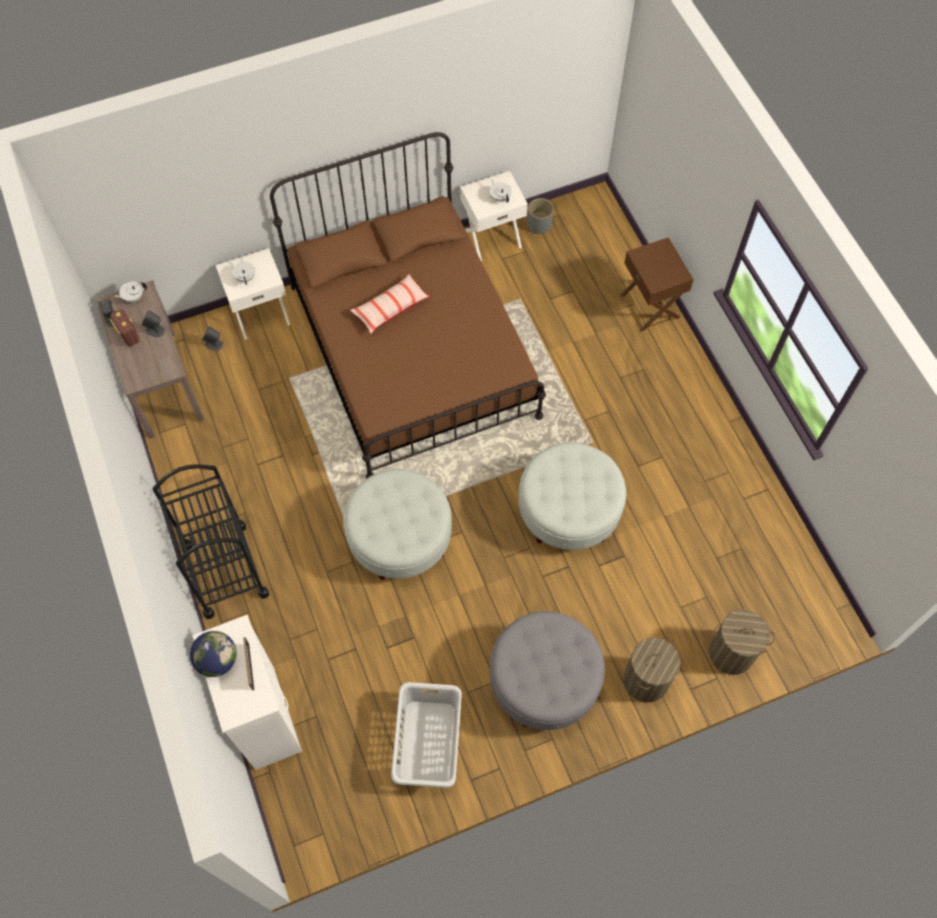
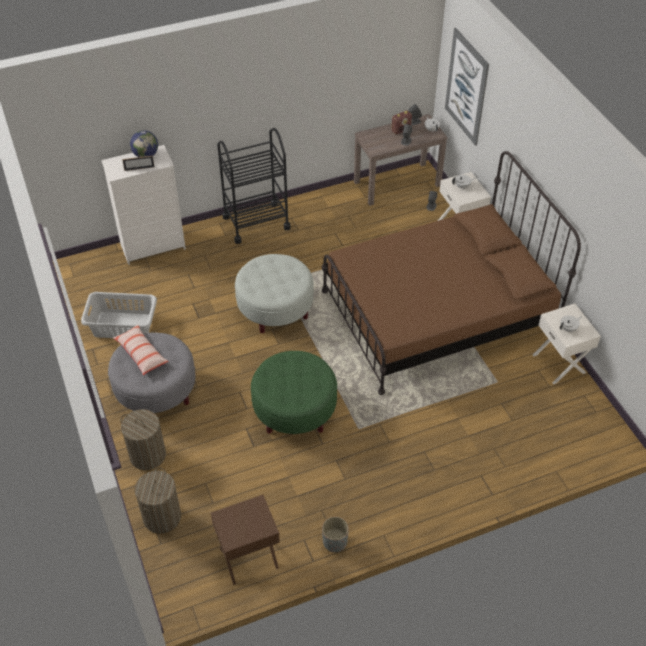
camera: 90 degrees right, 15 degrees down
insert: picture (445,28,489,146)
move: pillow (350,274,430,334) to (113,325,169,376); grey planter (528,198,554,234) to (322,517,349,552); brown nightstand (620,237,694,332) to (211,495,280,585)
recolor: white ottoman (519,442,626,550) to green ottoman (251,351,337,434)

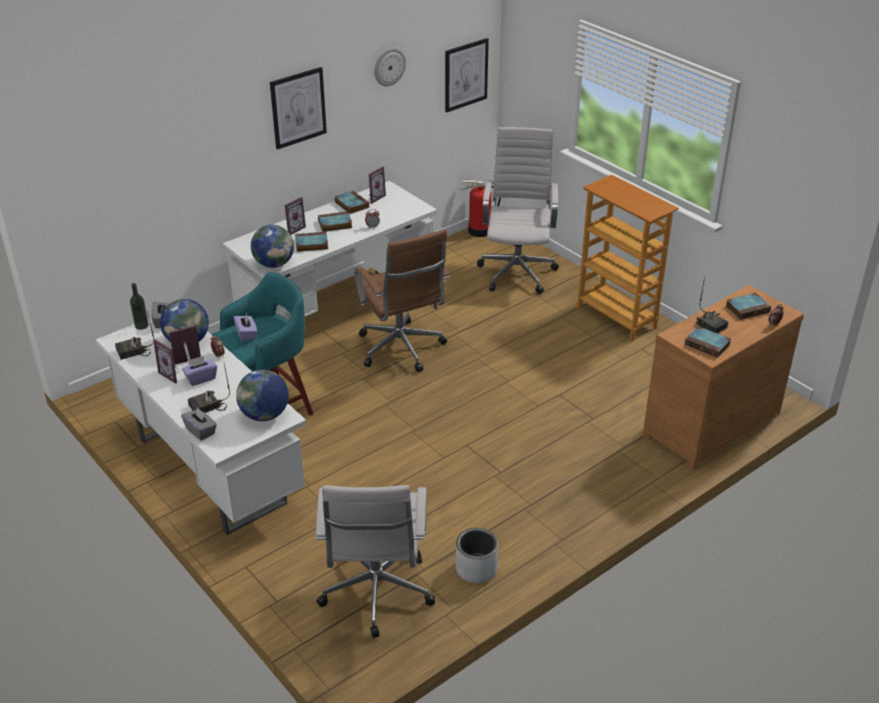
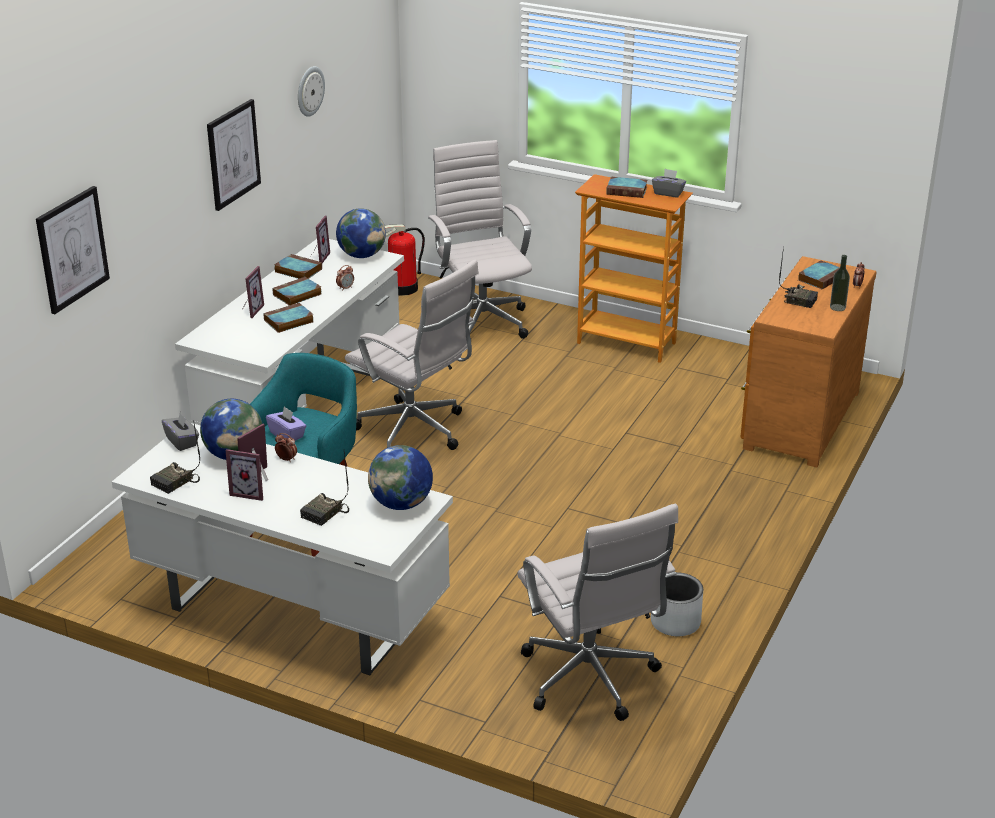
camera: 25 degrees left, 5 degrees down
delete: purple tissue box (182,356,217,386)
move: bottle (130,283,149,330) to (830,255,850,311); grey tissue box (181,407,217,441) to (652,169,686,198); globe (251,225,294,268) to (336,208,386,258); picture (445,38,489,112) to (36,186,110,314); book (685,326,731,358) to (606,177,647,198)
recolor: brown office chair (353,229,450,372) to white office chair (345,259,479,450)

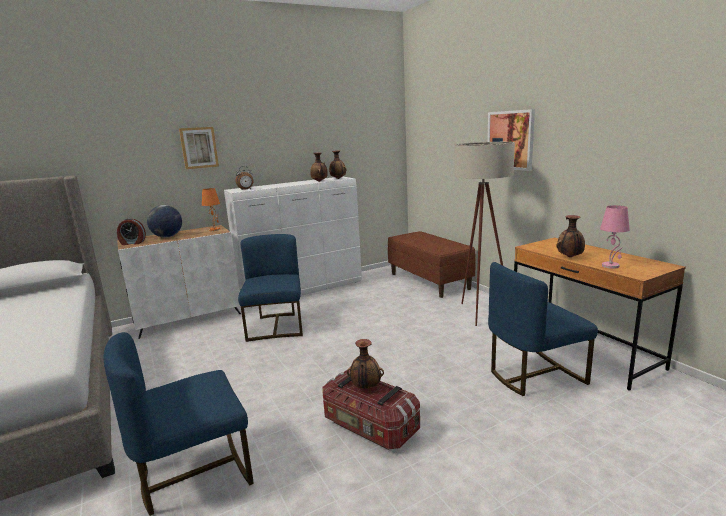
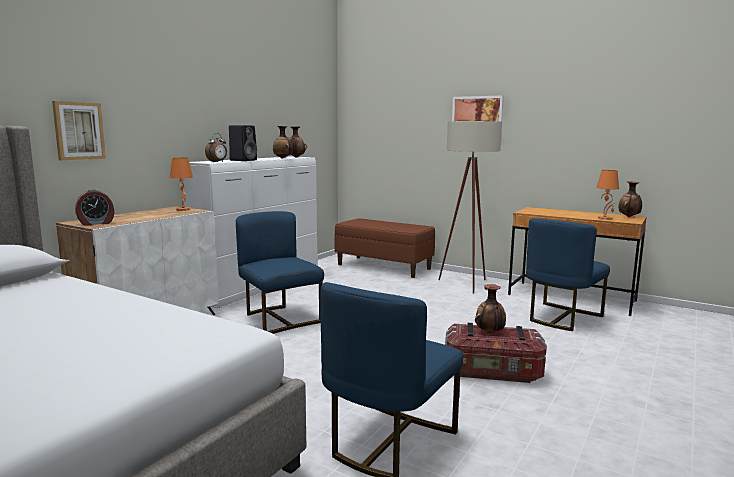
camera: 30 degrees left, 5 degrees down
delete: globe (147,205,182,238)
insert: black speaker (229,125,257,161)
move: picture (179,127,219,169) to (52,101,106,160); vase (556,215,585,257) to (619,181,642,217)
recolor: pink table lamp (600,205,630,269) to orange table lamp (597,170,619,220)

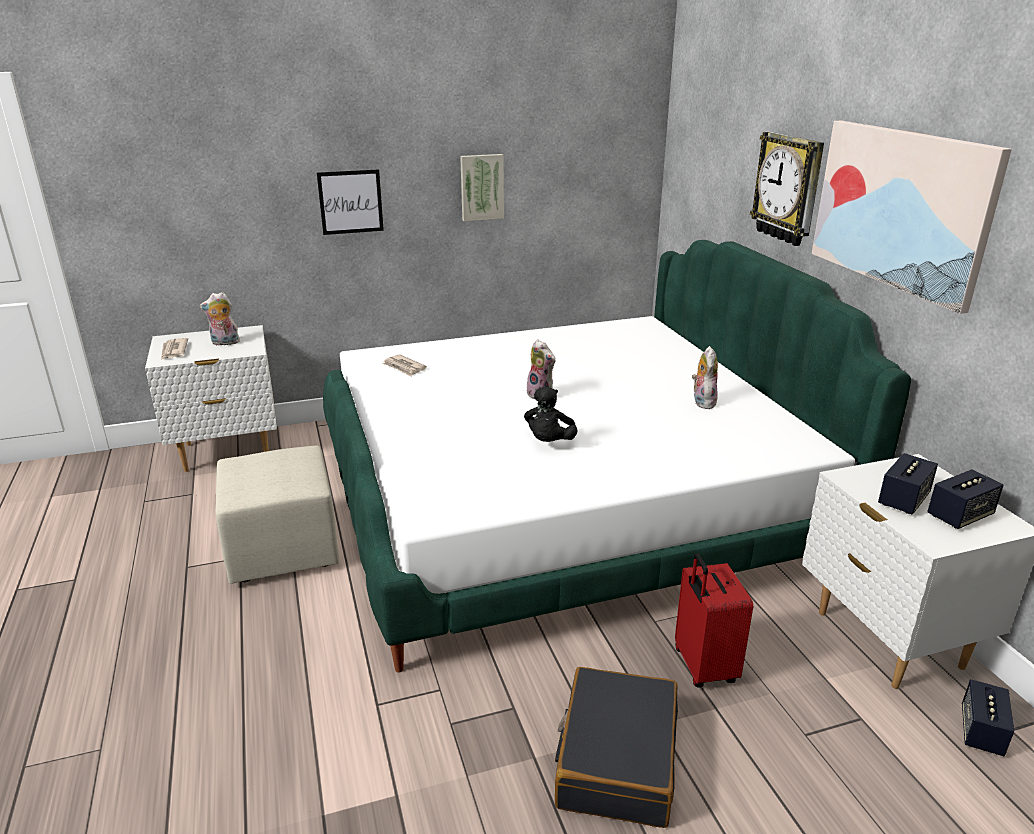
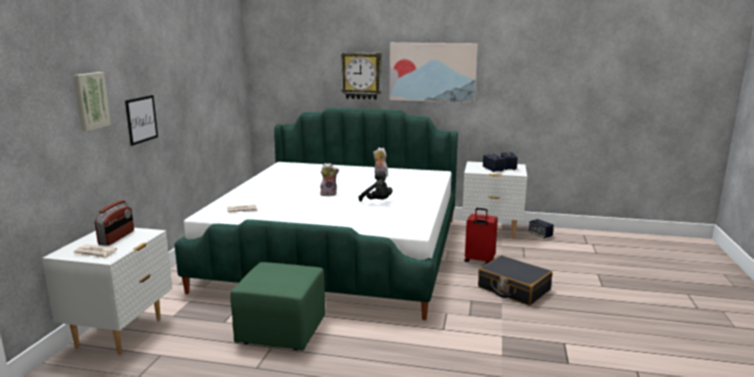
camera: 60 degrees left, 10 degrees down
move: picture (460,154,504,221) to (73,72,111,131)
replace: plush toy (200,292,241,346) to radio (95,200,134,246)
recolor: beige ottoman (215,446,340,584) to green ottoman (230,262,325,351)

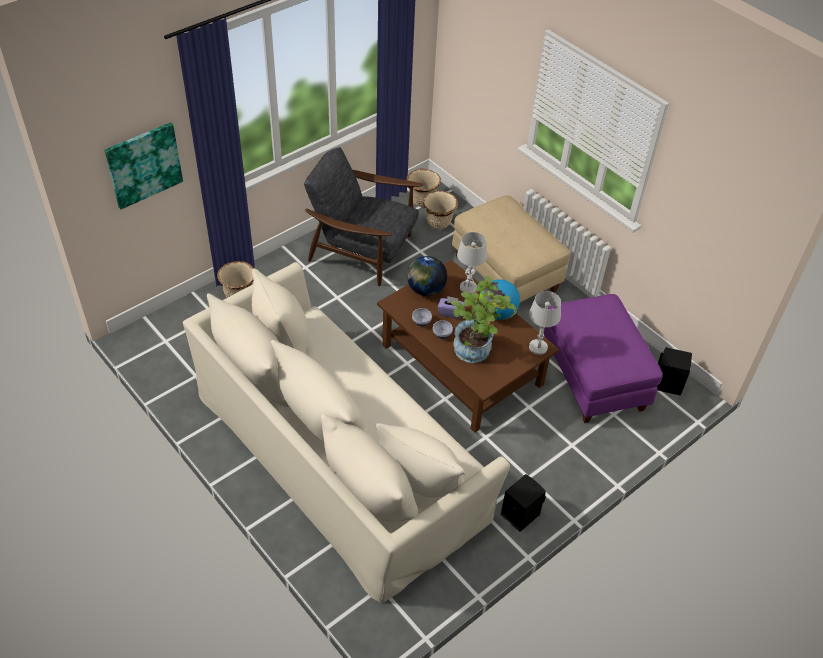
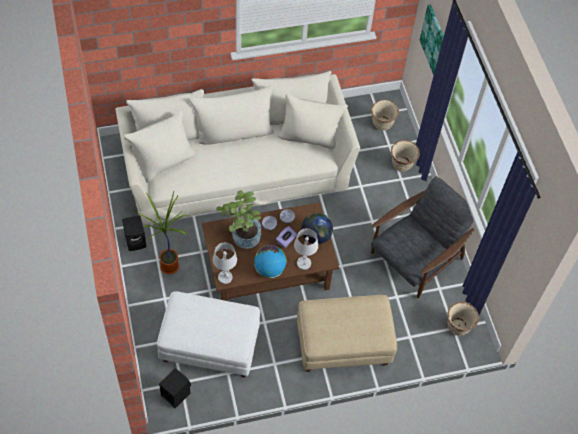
camera: 115 degrees right, 10 degrees up
insert: potted plant (135,192,188,274)
move: beige planter (423,191,458,229) to (371,100,399,131)
recolor: purple ottoman (544,294,663,423) to white ottoman (157,291,260,378)

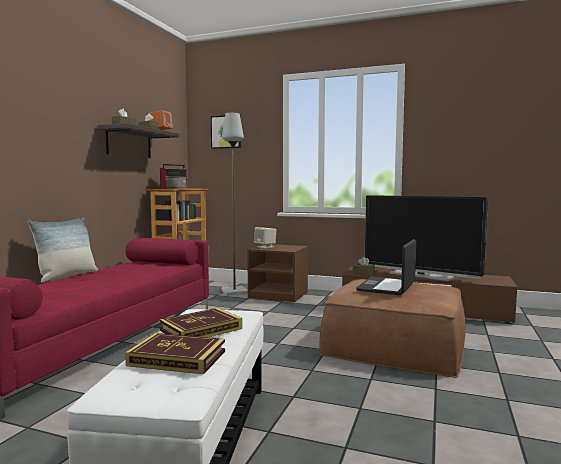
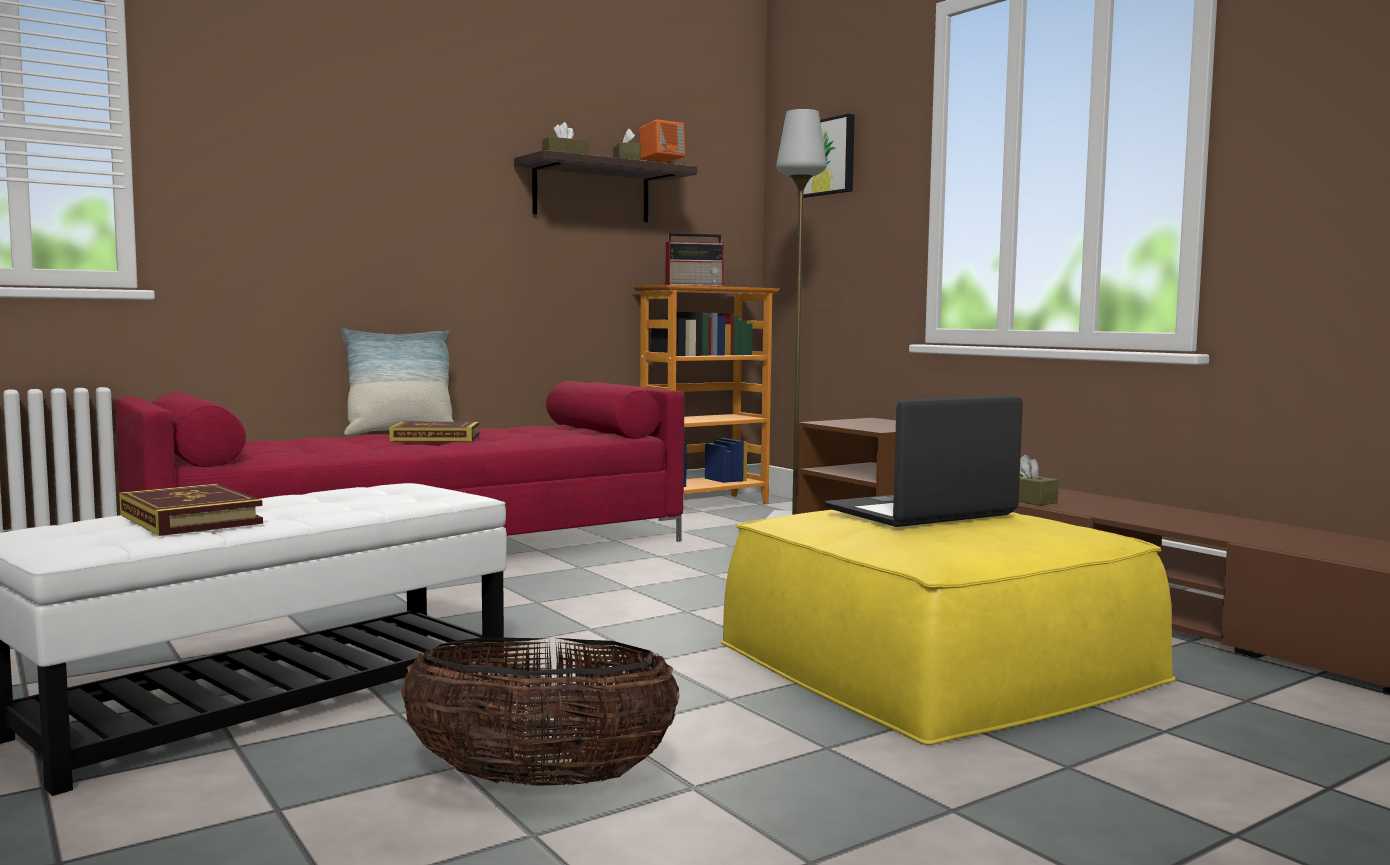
camera: 35 degrees right, 0 degrees up
delete: beige speaker (254,227,276,248); television (365,195,488,281)
insert: basket (400,637,680,786)
move: book (160,308,242,337) to (389,422,480,441)
recolor: brown ottoman (319,279,466,378) to yellow ottoman (721,510,1176,745)

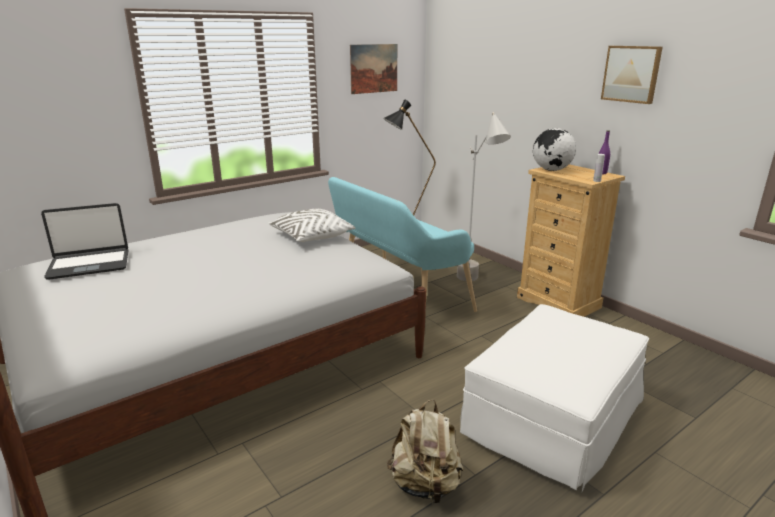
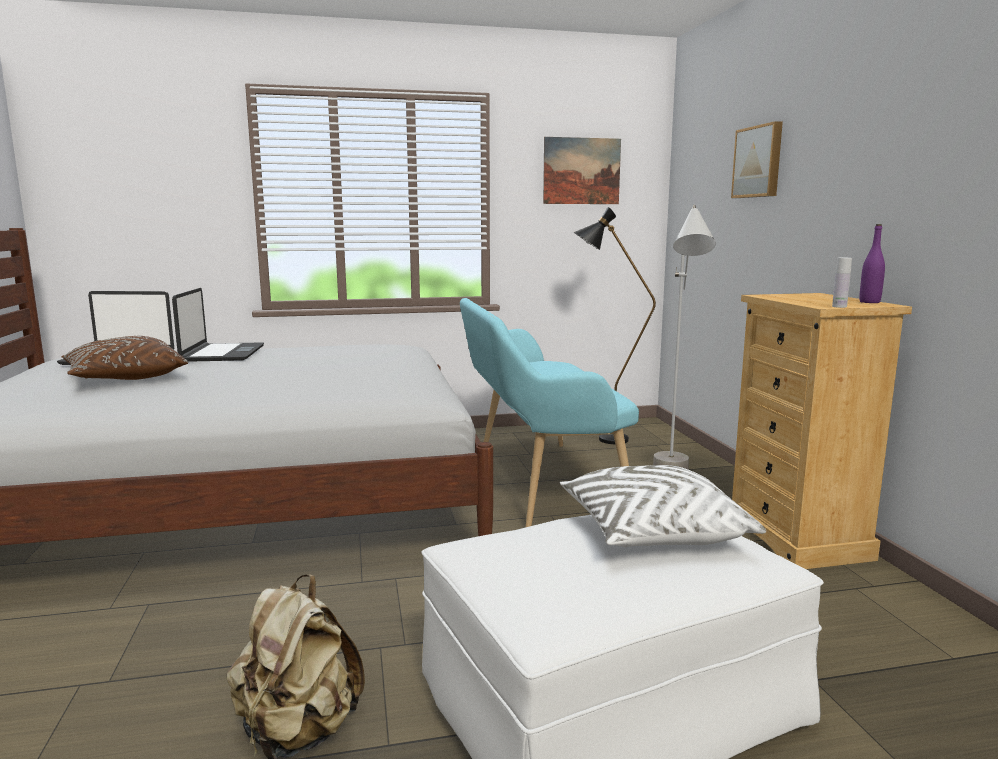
camera: 25 degrees right, 10 degrees down
delete: globe (533,128,576,171)
insert: brown pillow (61,336,188,380); laptop (172,288,264,362)
move: white pillow (268,209,355,242) to (560,465,766,547); picture (601,46,663,104) to (731,121,783,198)

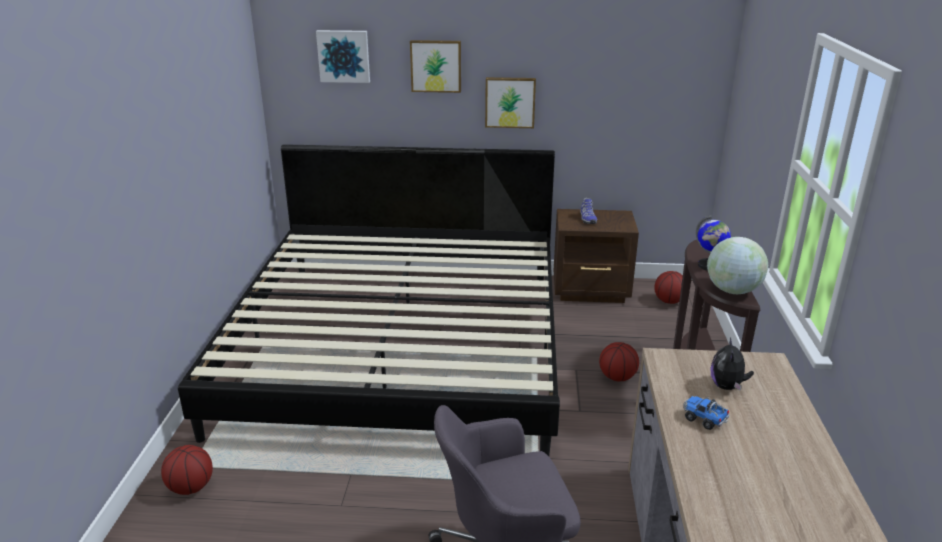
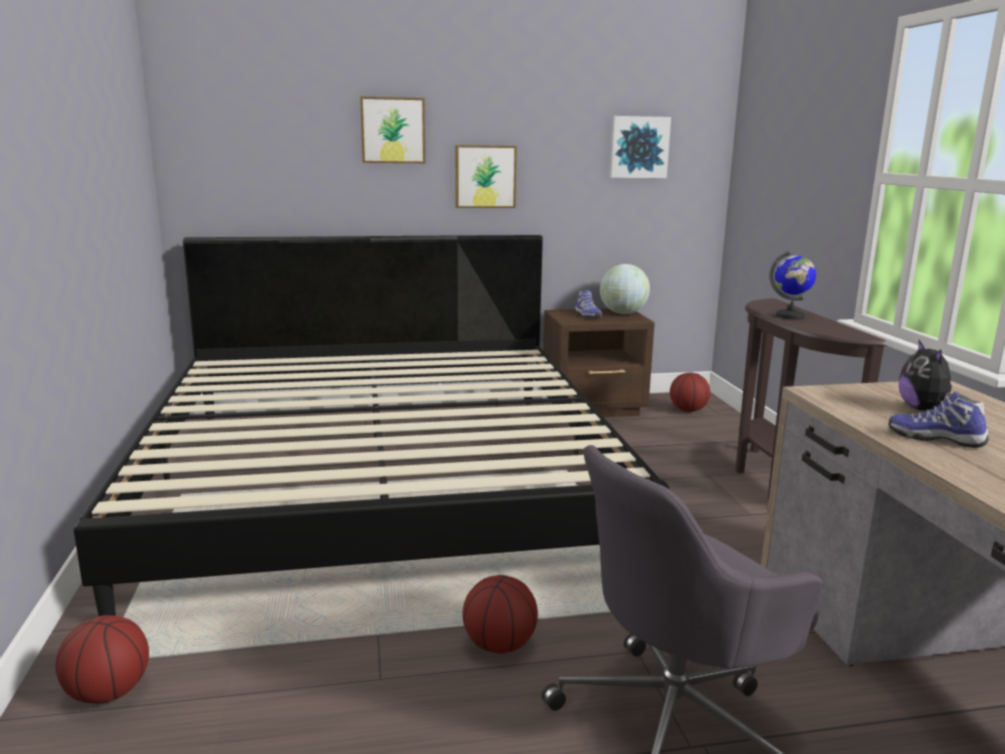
camera: 15 degrees left, 10 degrees down
move: picture (316,30,370,83) to (609,116,671,178); basketball (599,342,639,381) to (462,575,538,654); globe (707,237,768,294) to (600,264,650,314)
replace: toy truck (683,396,729,430) to shoe (888,392,989,448)

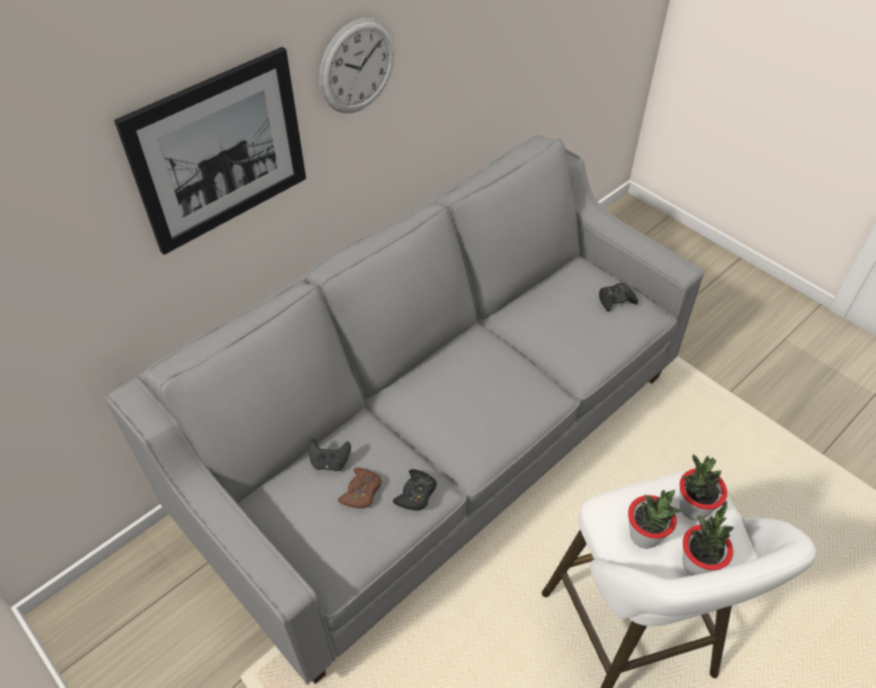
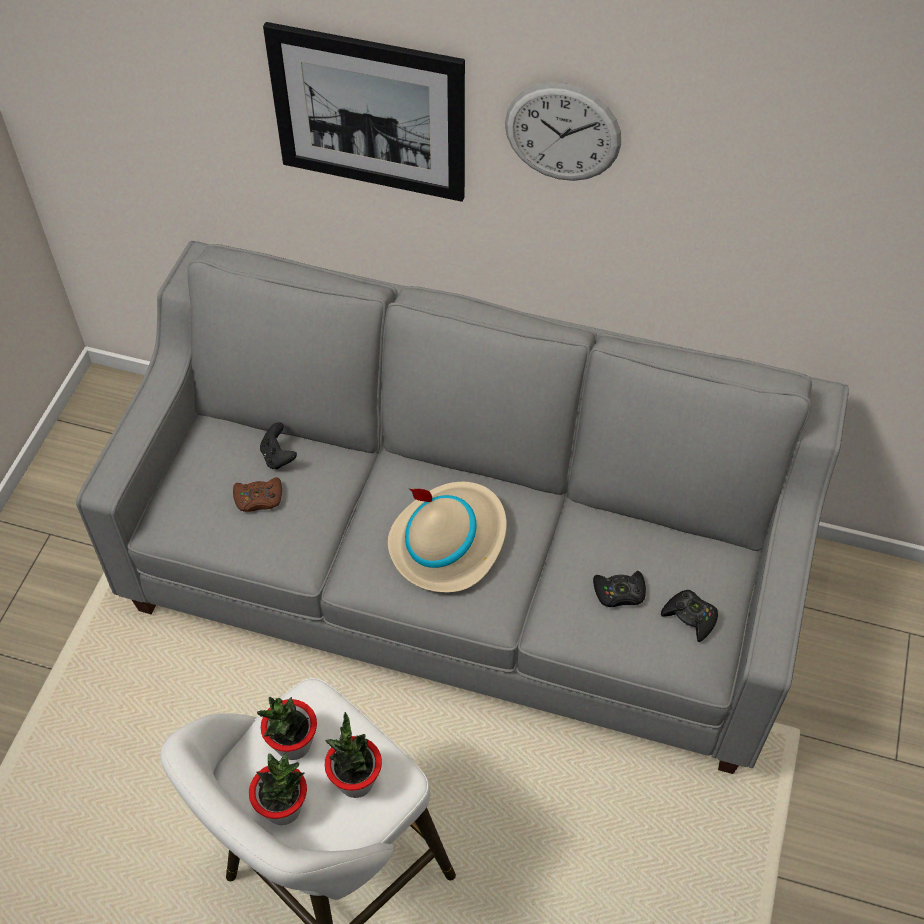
camera: 60 degrees right, 5 degrees up
insert: beige hat (388,482,507,593)
move: black game controller (393,469,437,510) to (593,571,646,607)

